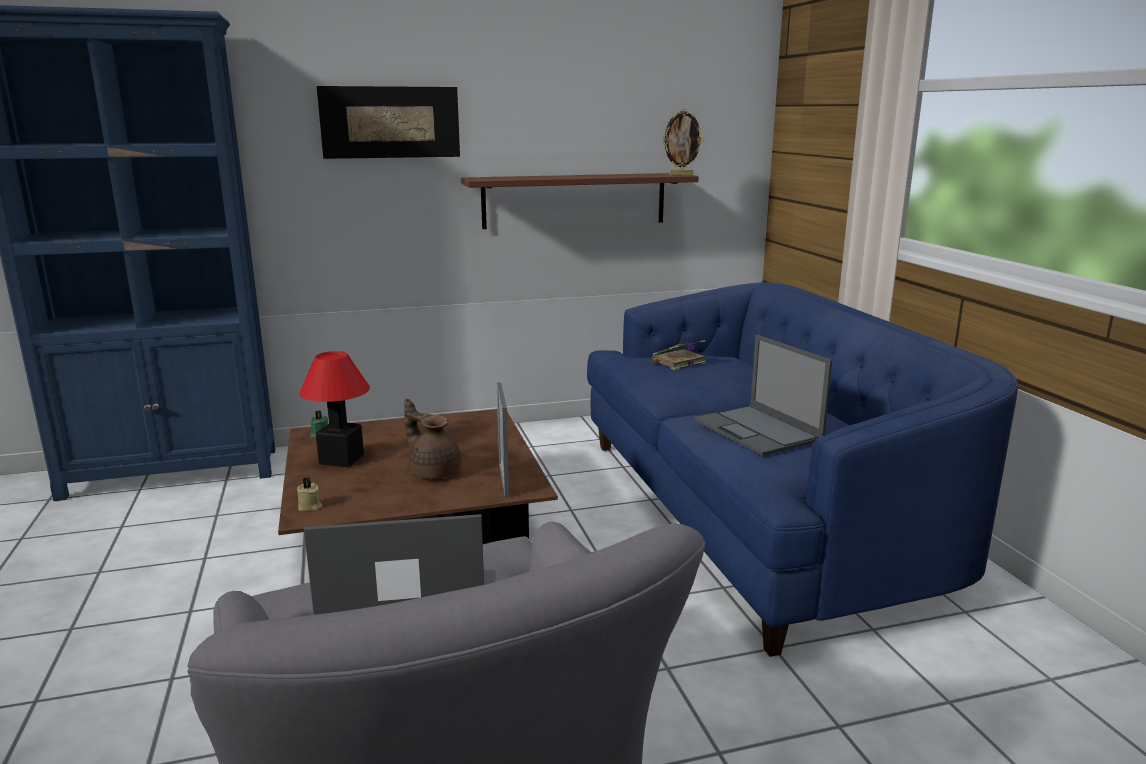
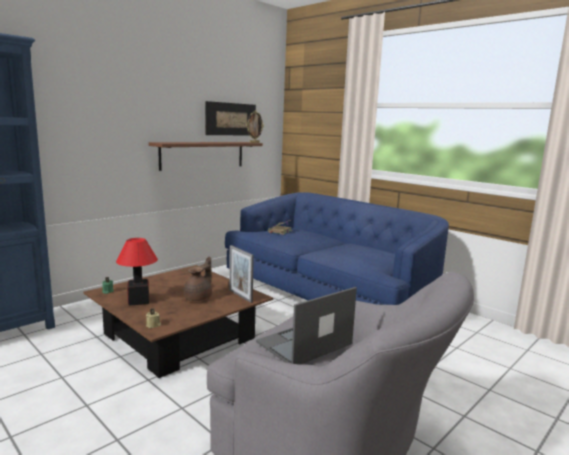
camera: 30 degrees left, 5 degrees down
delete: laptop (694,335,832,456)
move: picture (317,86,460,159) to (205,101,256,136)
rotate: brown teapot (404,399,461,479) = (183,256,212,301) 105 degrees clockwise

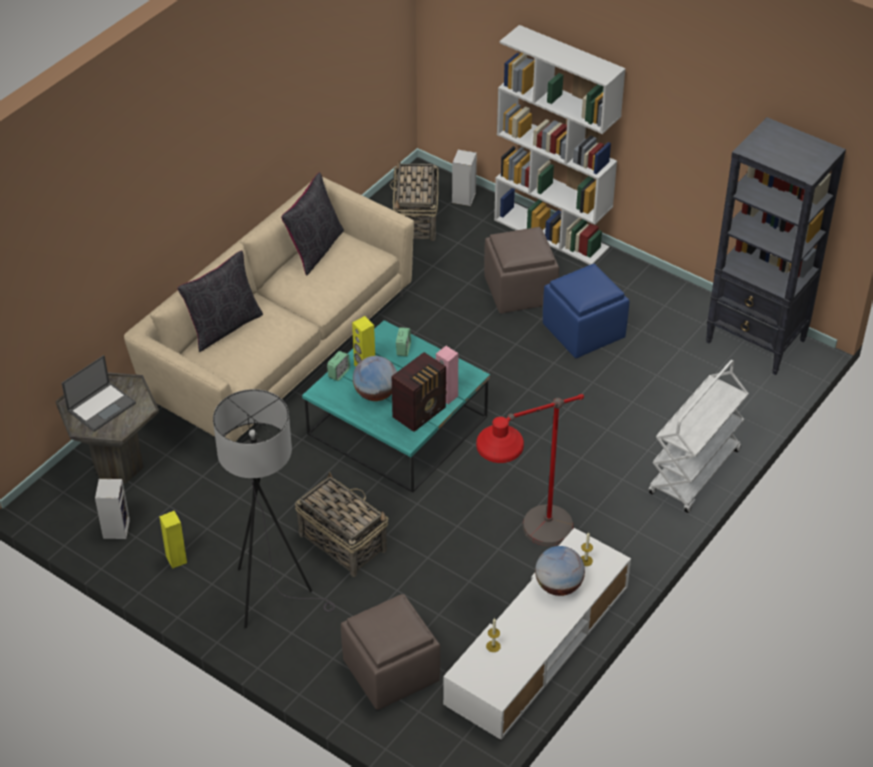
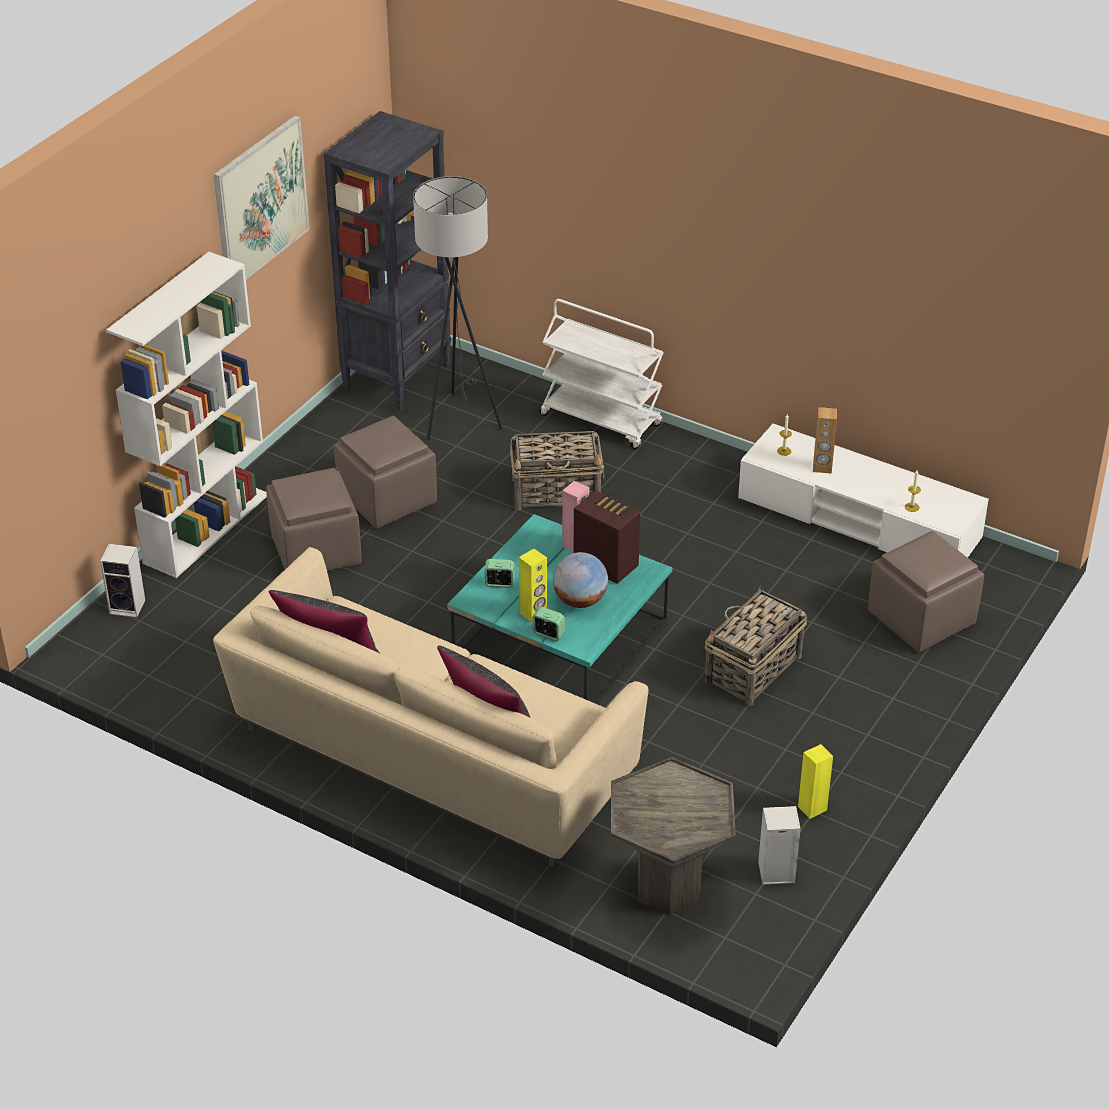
camera: 95 degrees left, 5 degrees down
delete: laptop (62,355,136,432); red floor lamp (476,394,584,546)
insert: picture (213,115,310,279)
move: grey floor lamp (213,389,335,628) to (413,176,503,440); basket (390,161,439,241) to (510,431,604,510)
replace: globe (535,546,585,596) to brown speaker (813,407,837,474)
recolor: blue ottoman (543,263,630,358) to brown ottoman (334,416,437,528)

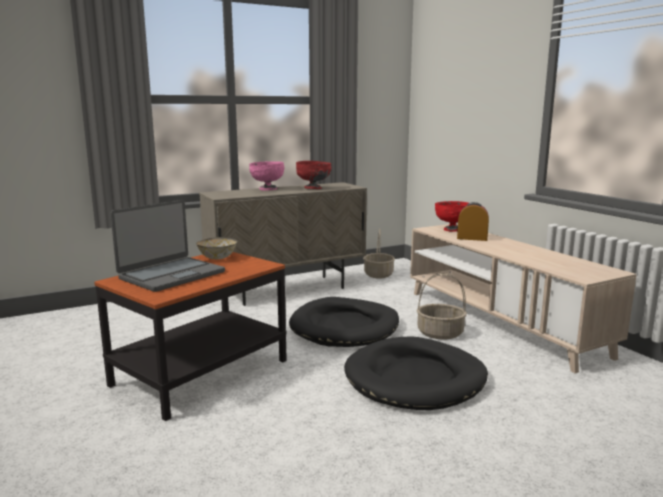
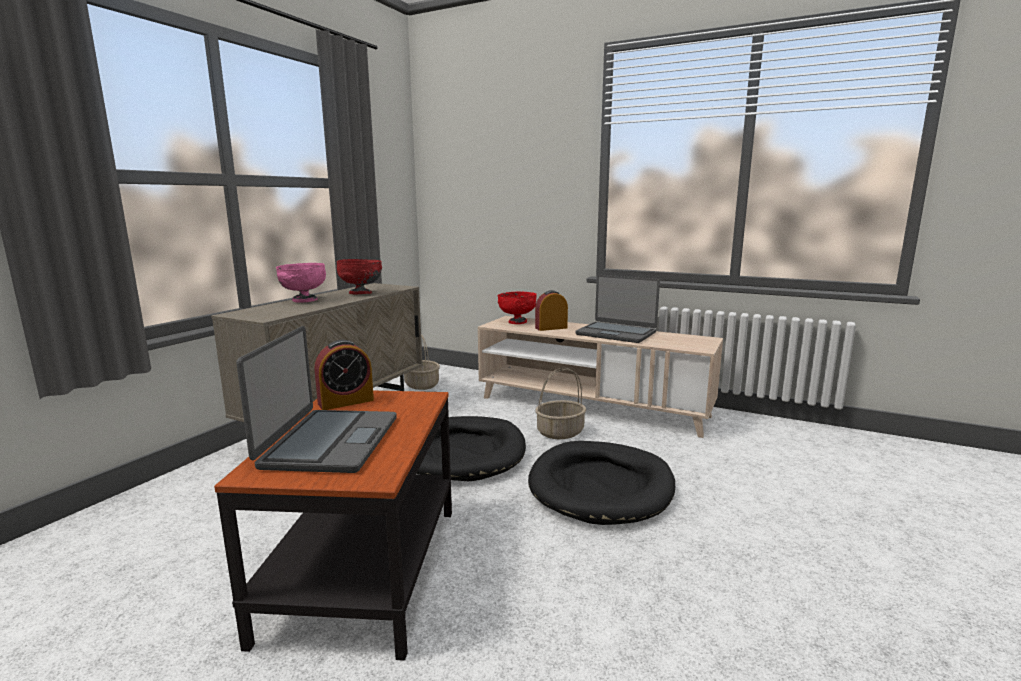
camera: 35 degrees left, 0 degrees up
insert: laptop (575,274,660,343)
replace: bowl (196,237,237,259) to alarm clock (314,340,374,410)

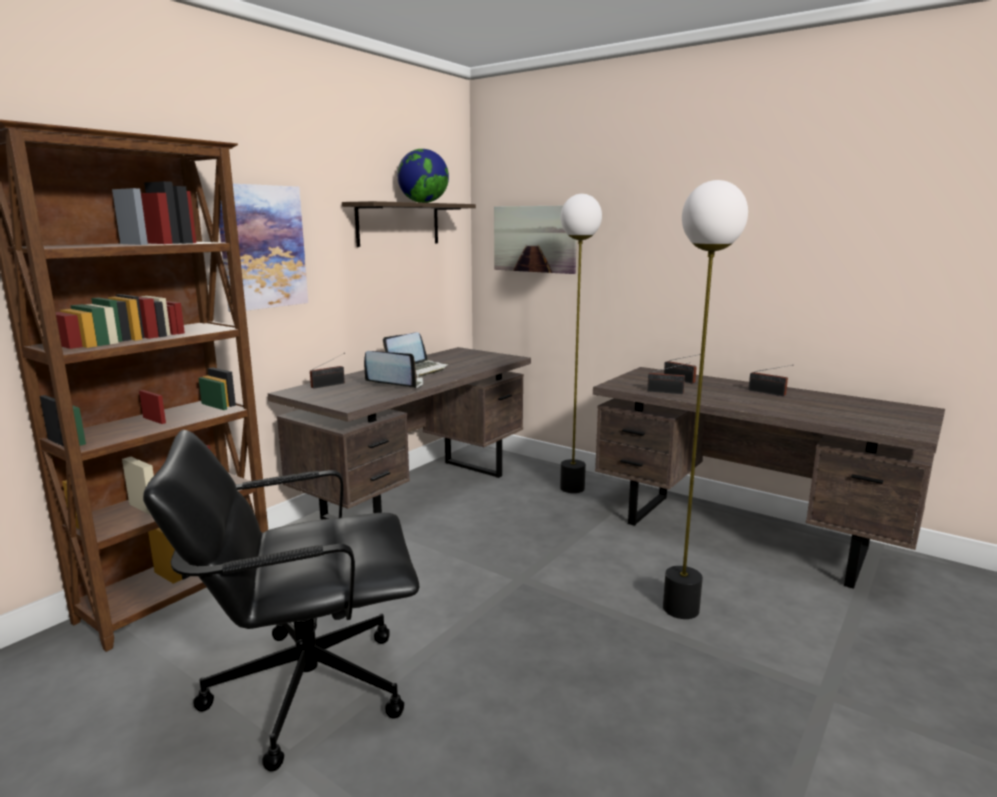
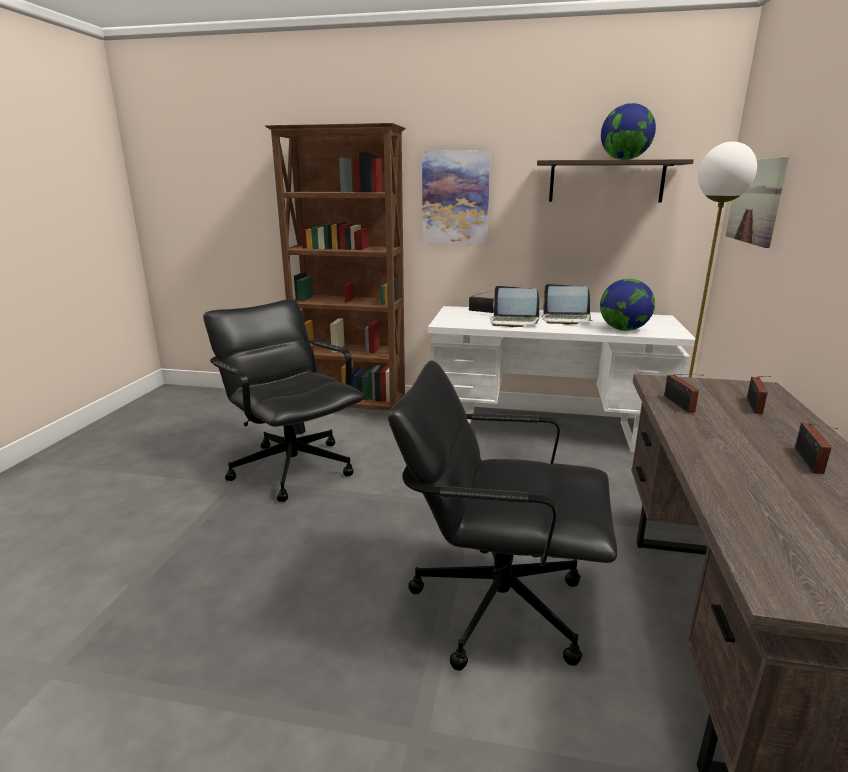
camera: 65 degrees right, 5 degrees up
insert: globe (600,279,655,331)
replace: floor lamp (663,180,748,619) to black office chair (388,360,617,671)
recolor: brown desk (268,347,531,520) to white desk (428,306,695,452)
rotate: laptop (364,351,423,389) = (490,286,540,327) 120 degrees clockwise

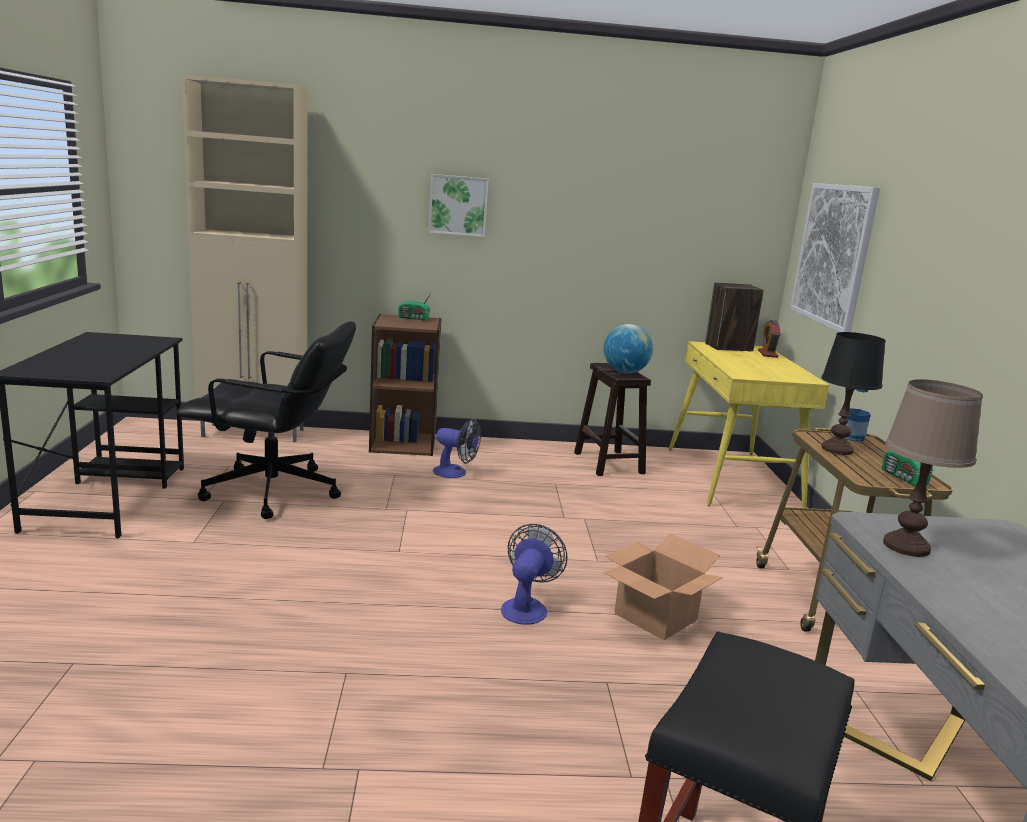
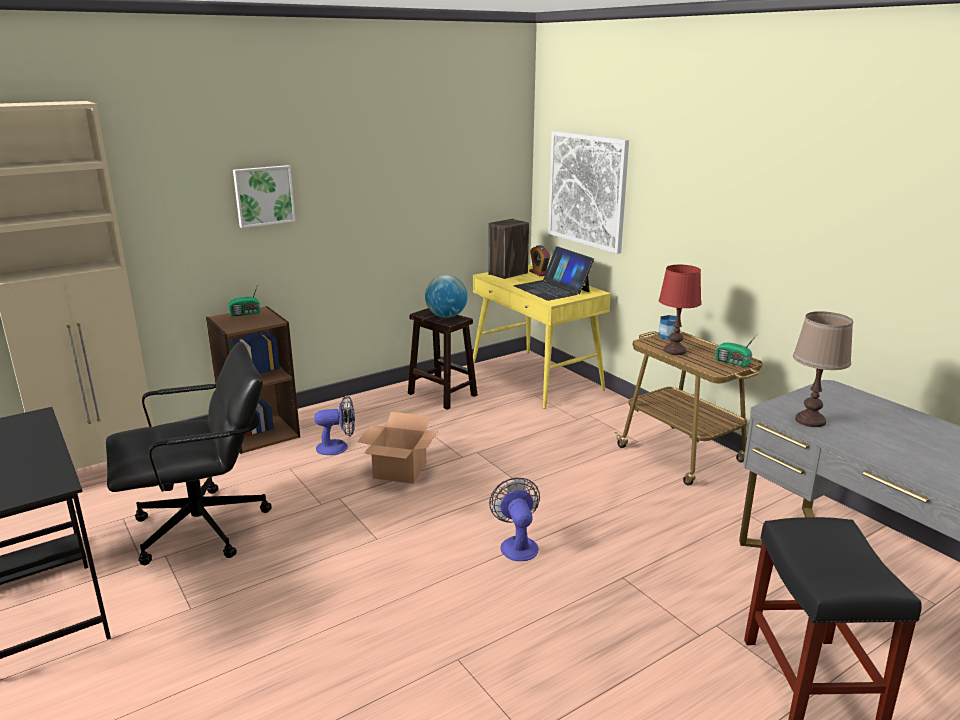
camera: 30 degrees left, 5 degrees up
insert: laptop (514,246,594,301)
move: cardboard box (603,533,723,640) to (357,412,439,484)
recolor: black table lamp (821,332,886,455) to red table lamp (659,265,702,355)

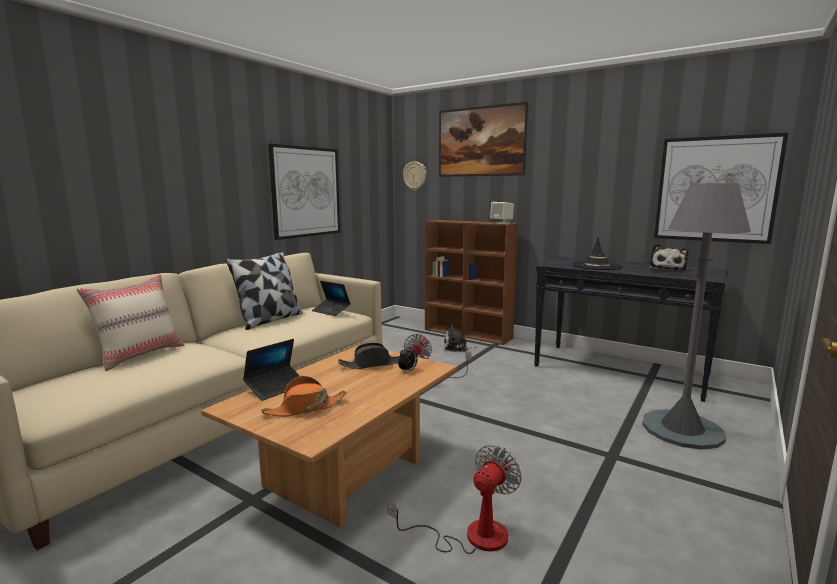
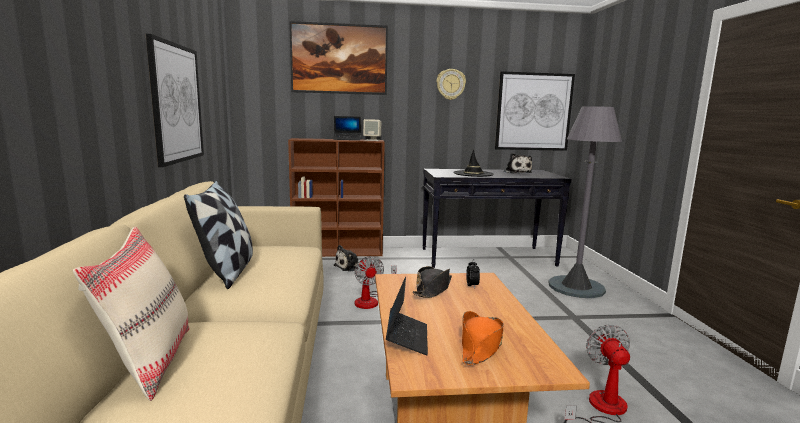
camera: 40 degrees left, 0 degrees up
move: laptop (312,281,351,316) to (333,116,361,140); wall clock (403,161,427,190) to (436,69,466,100)

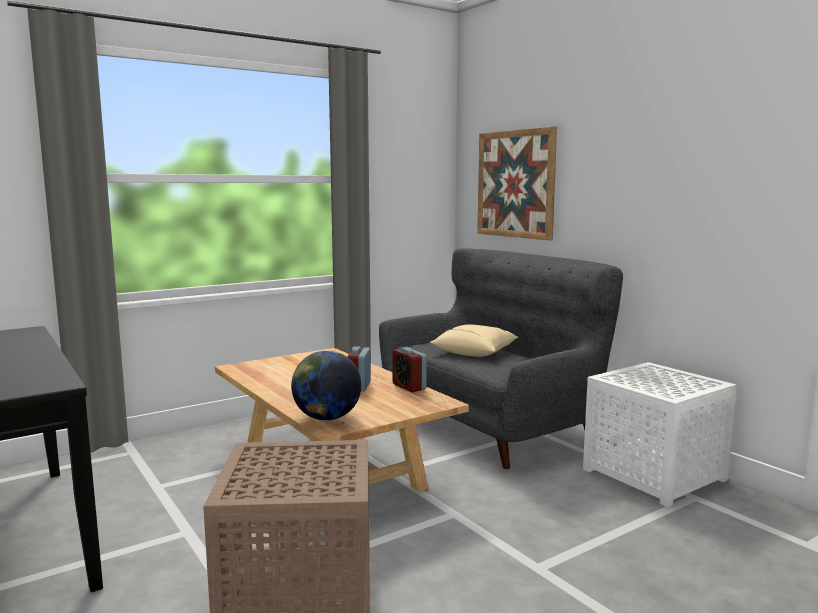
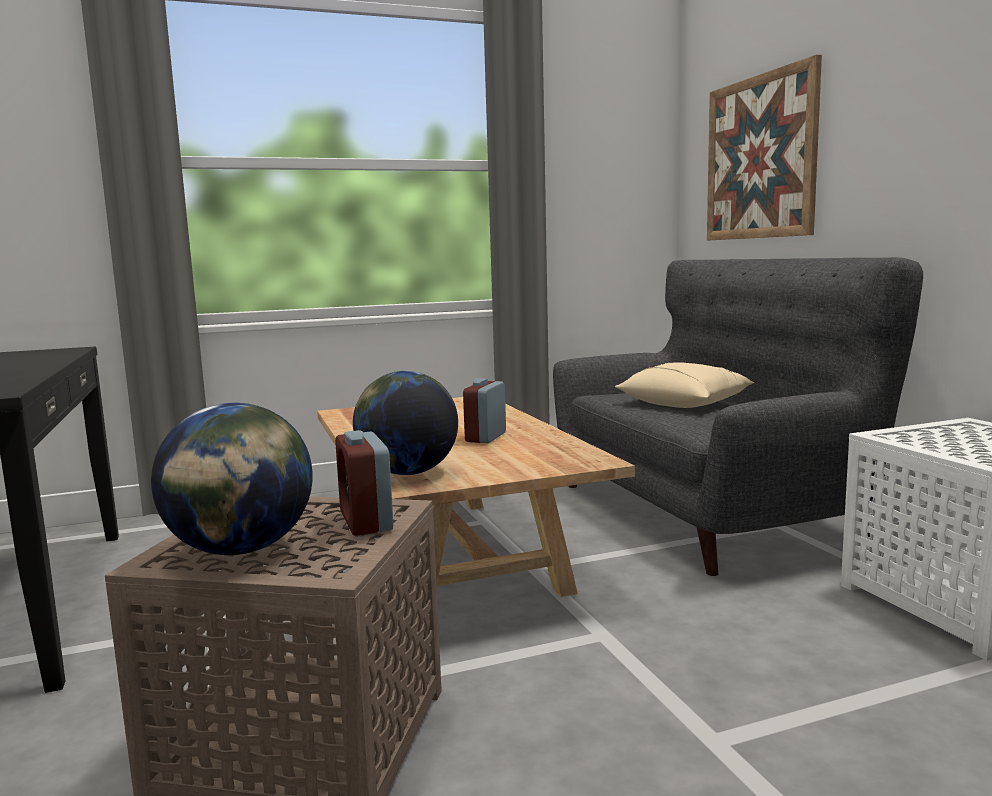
camera: 15 degrees right, 0 degrees up
insert: globe (151,403,313,555)
move: alarm clock (392,347,427,392) to (335,430,393,536)

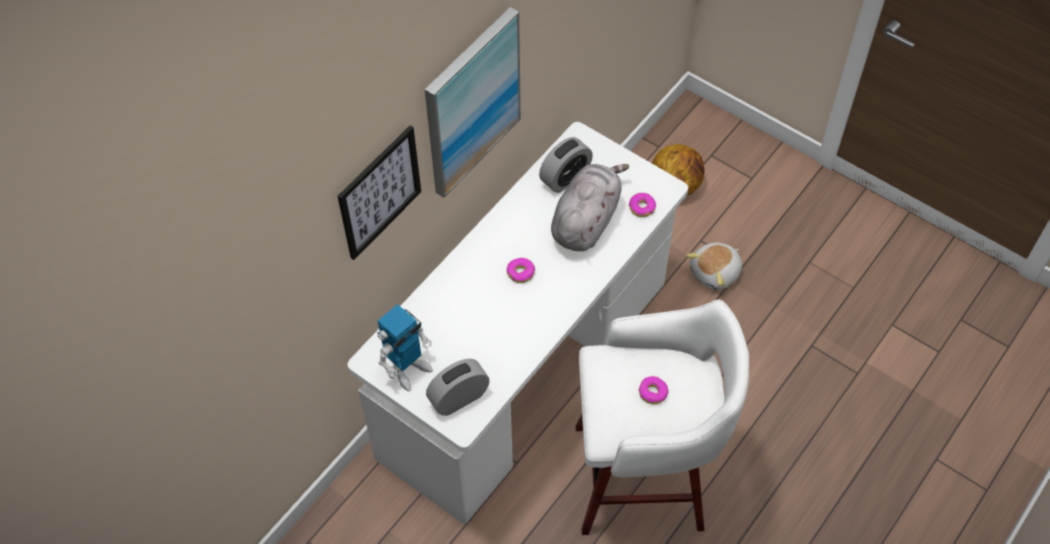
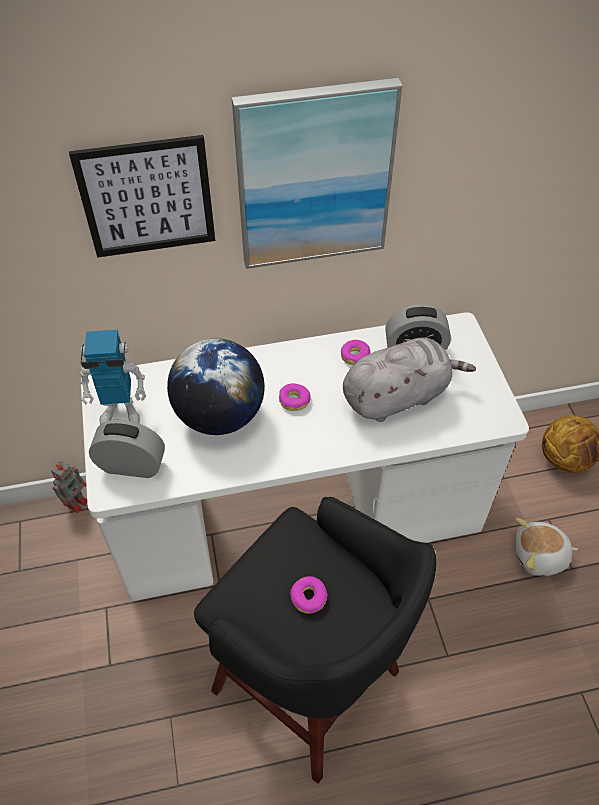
camera: 40 degrees right, 5 degrees down
insert: toy robot (51,461,87,513); globe (167,338,265,435)
move: donut (629,193,656,217) to (341,340,370,365)
recolor: white stool (576,299,749,535) to black stool (194,497,436,784)

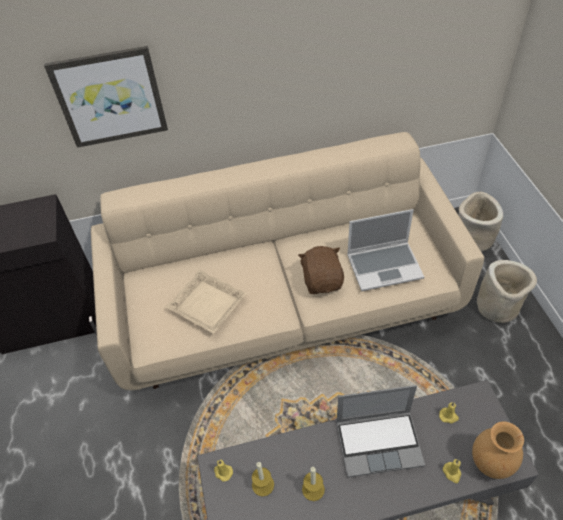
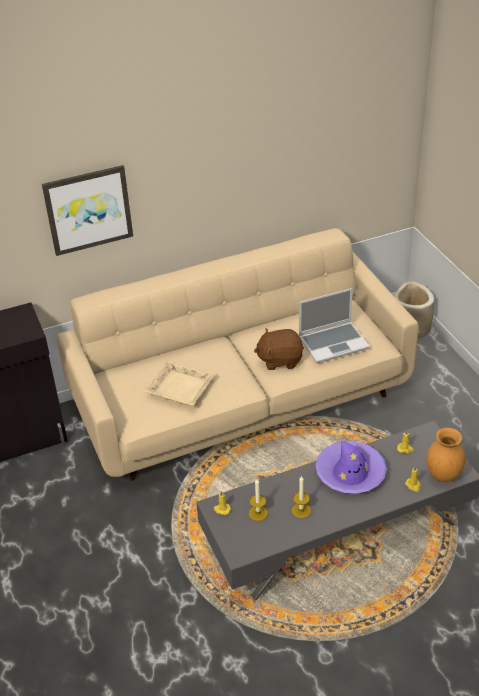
camera: 10 degrees left, 10 degrees down
delete: beige planter (477,260,537,323)
replace: laptop (336,385,425,478) to purple hat (315,441,387,494)
rotate: brown plush toy (298,246,344,294) = (254,328,304,370) 75 degrees counterclockwise

